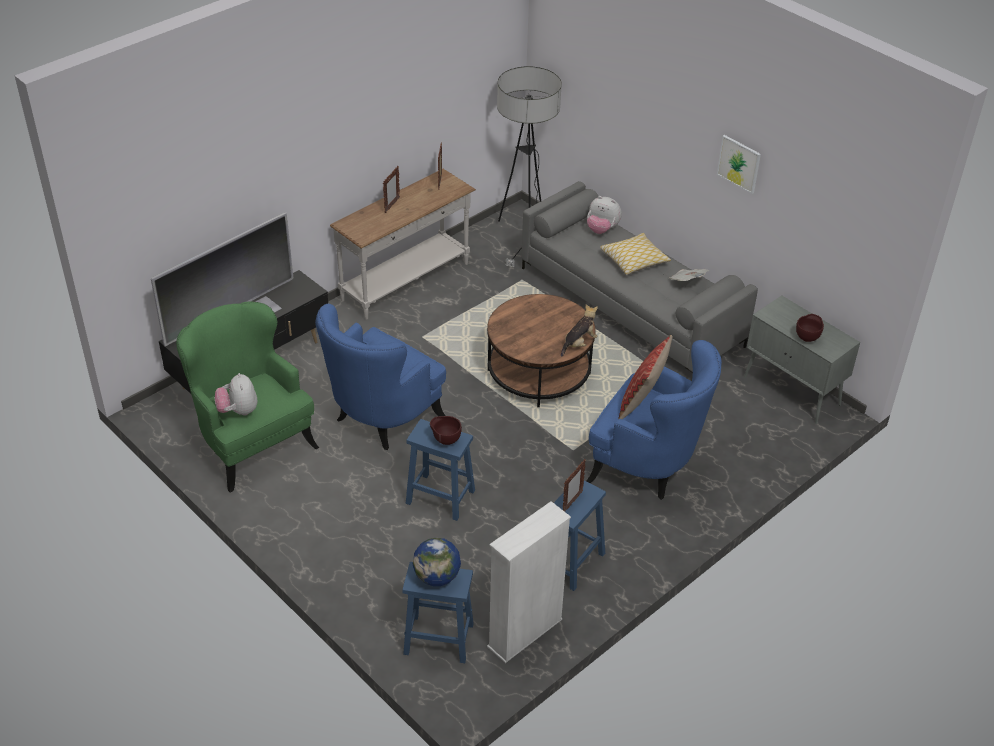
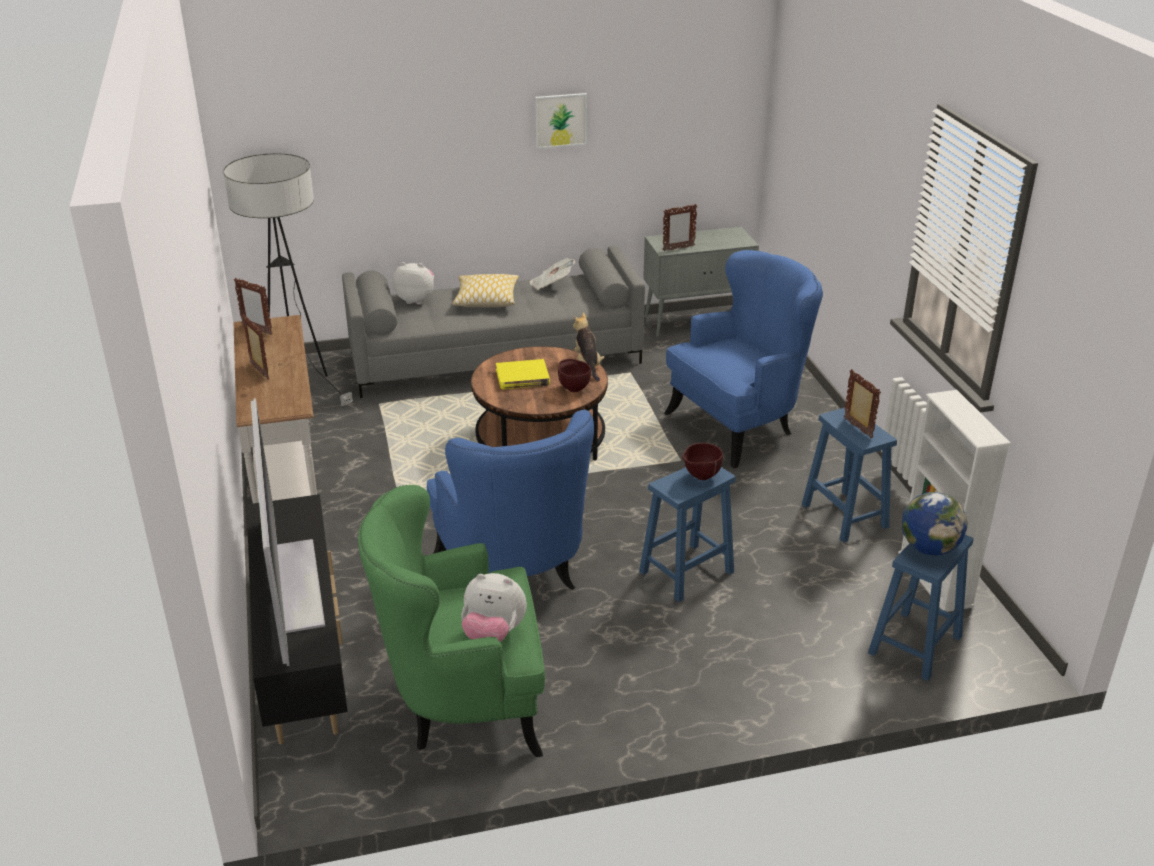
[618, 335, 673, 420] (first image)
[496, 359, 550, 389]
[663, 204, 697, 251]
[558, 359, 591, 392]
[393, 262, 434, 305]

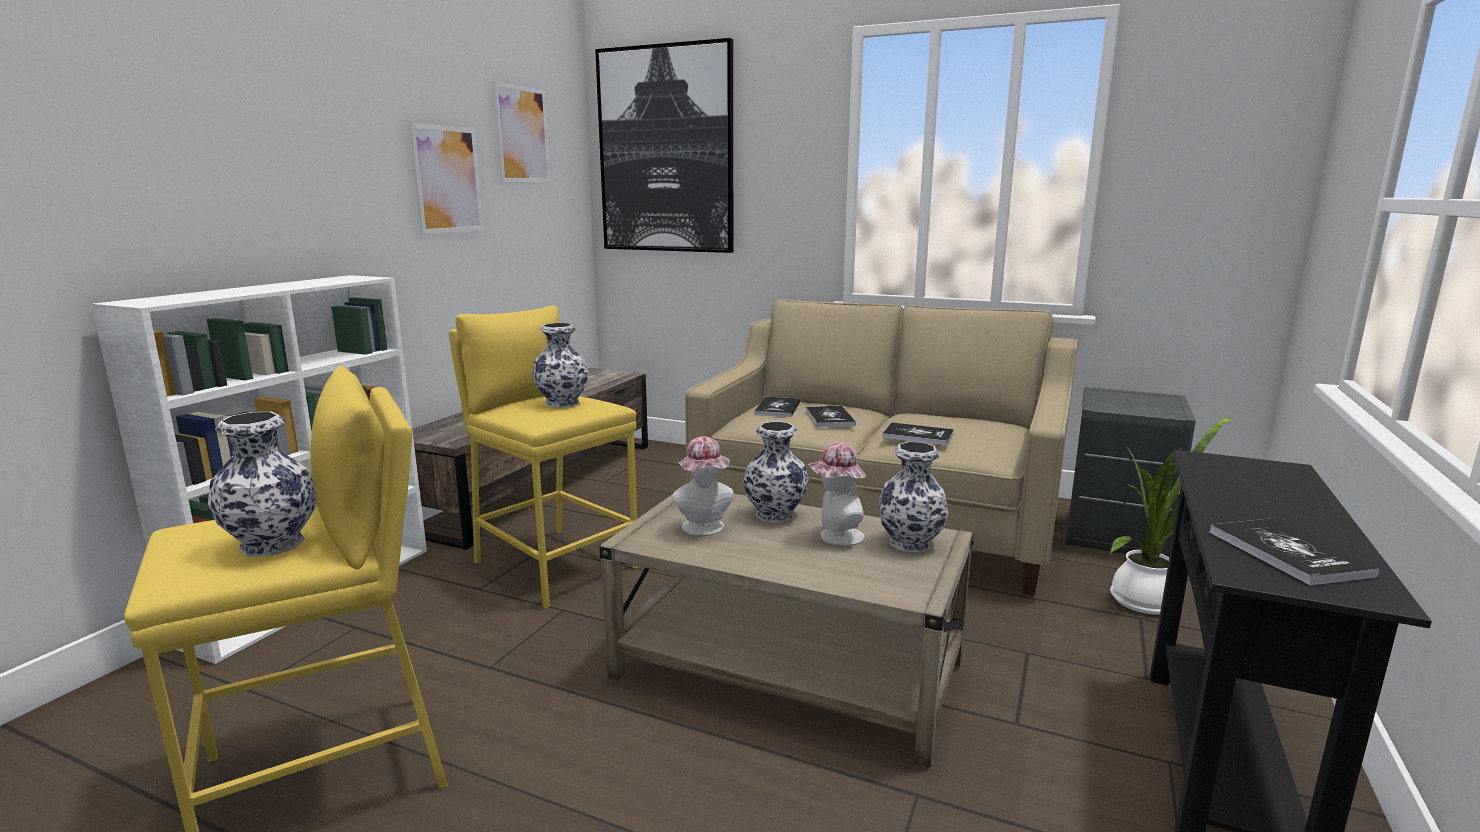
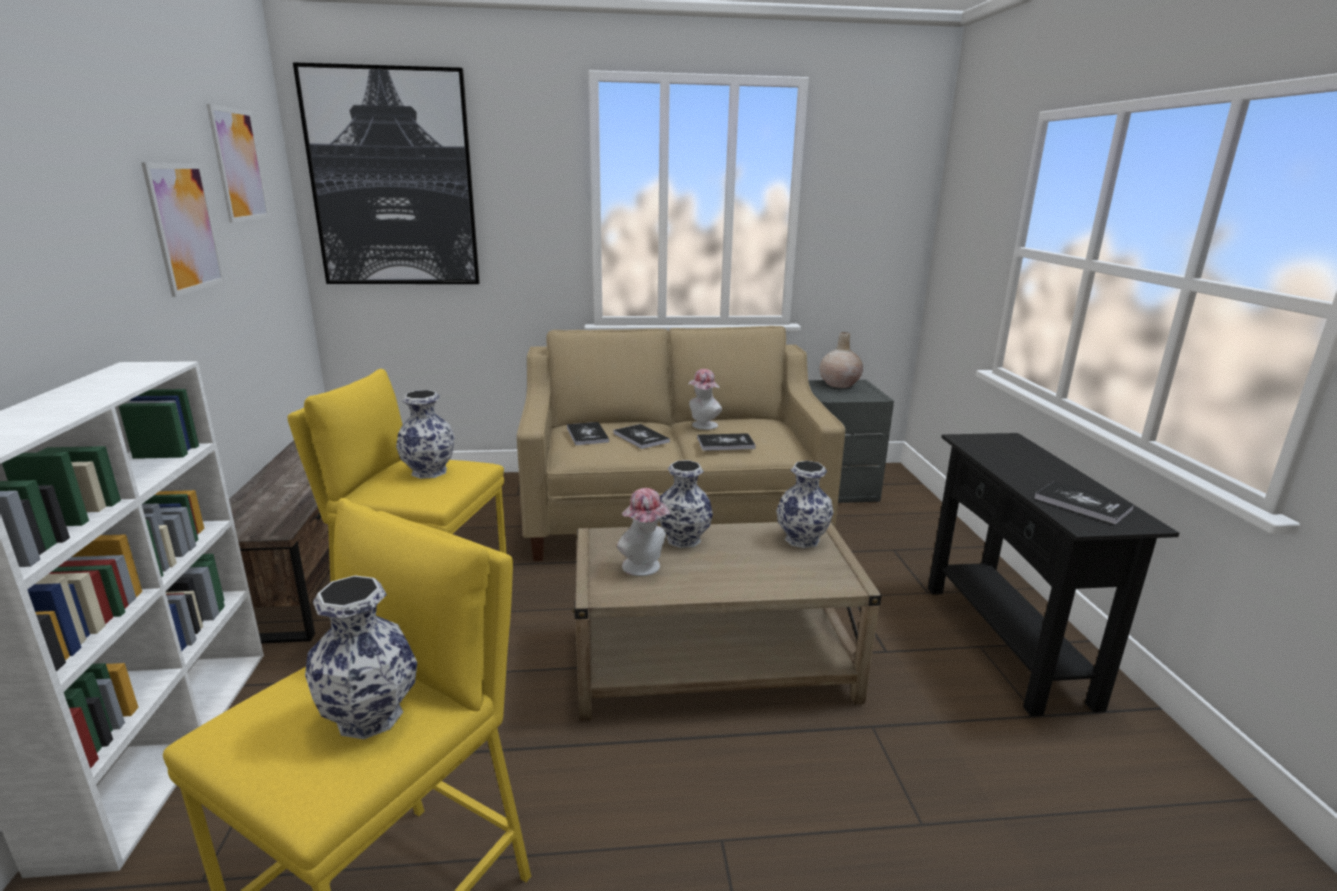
[1110, 417, 1233, 614] (first image)
[819, 332, 863, 388]
[688, 369, 722, 430]

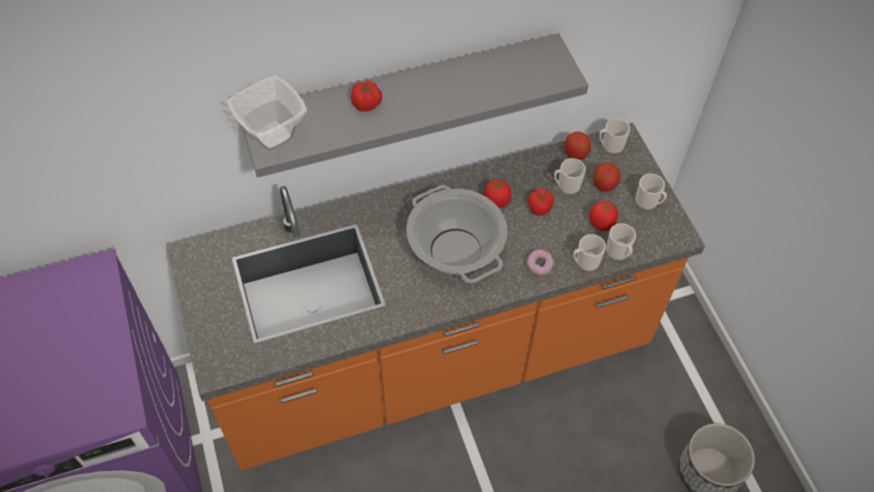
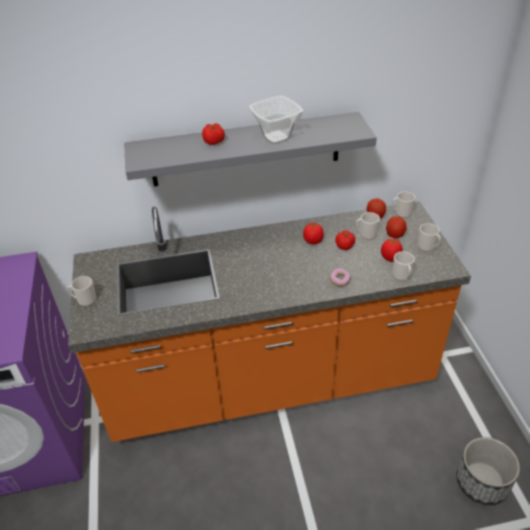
[407, 185, 507, 283] (first image)
[248, 96, 304, 144]
[67, 276, 96, 306]

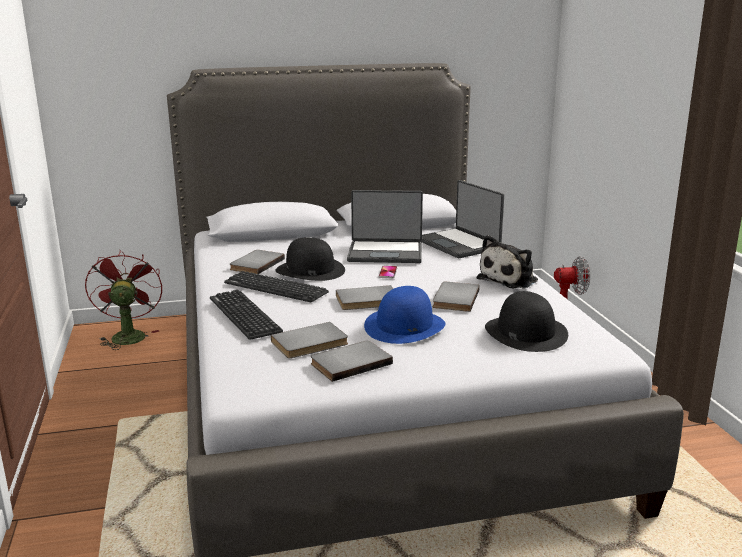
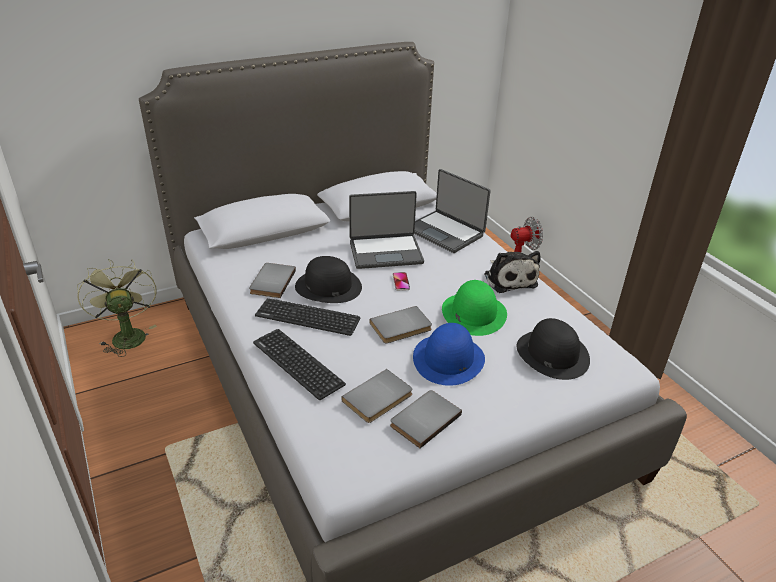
[442, 280, 507, 336]
[77, 259, 157, 357]
[484, 251, 541, 293]

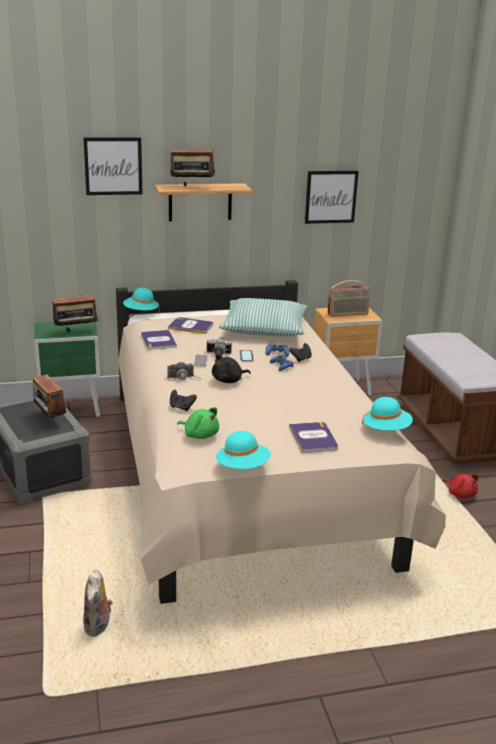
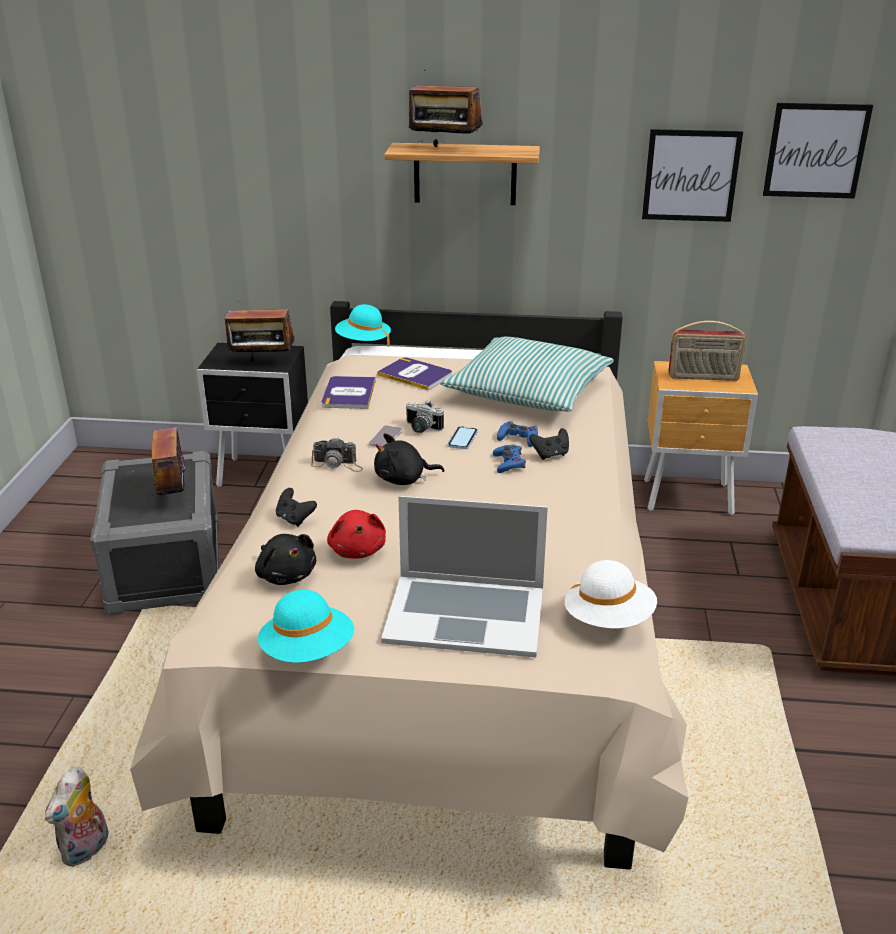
[763, 103, 873, 198]
[327, 510, 386, 559]
[381, 496, 548, 657]
[197, 343, 308, 487]
[255, 534, 316, 585]
[565, 560, 657, 629]

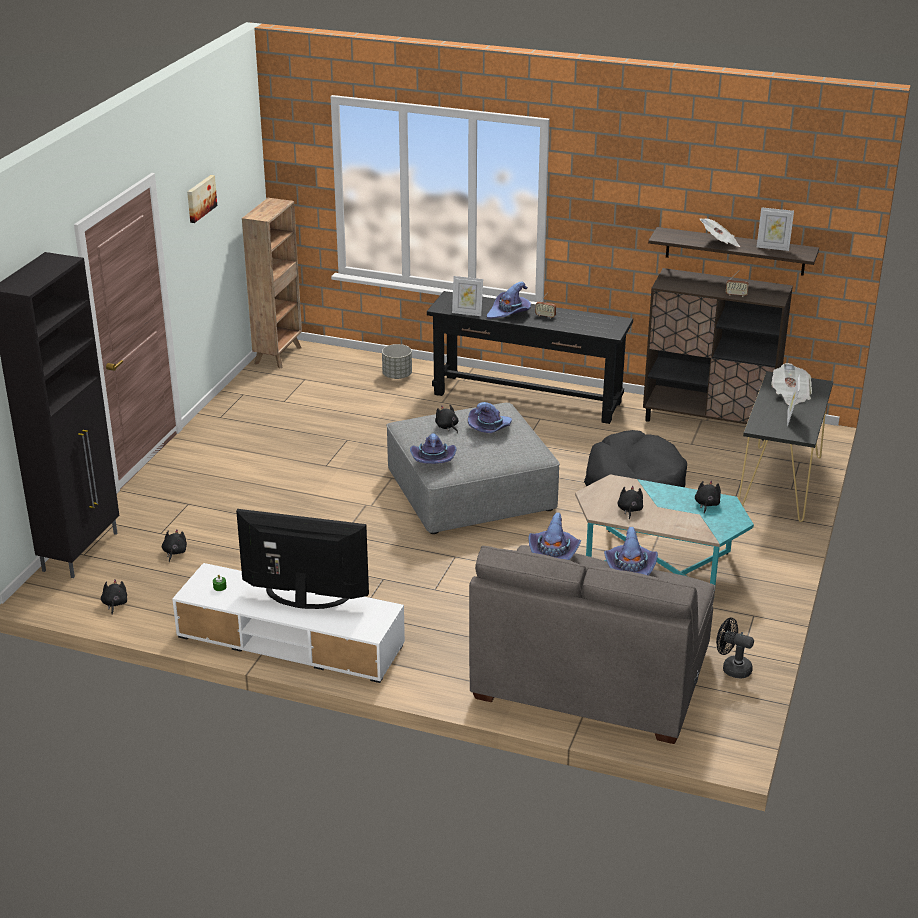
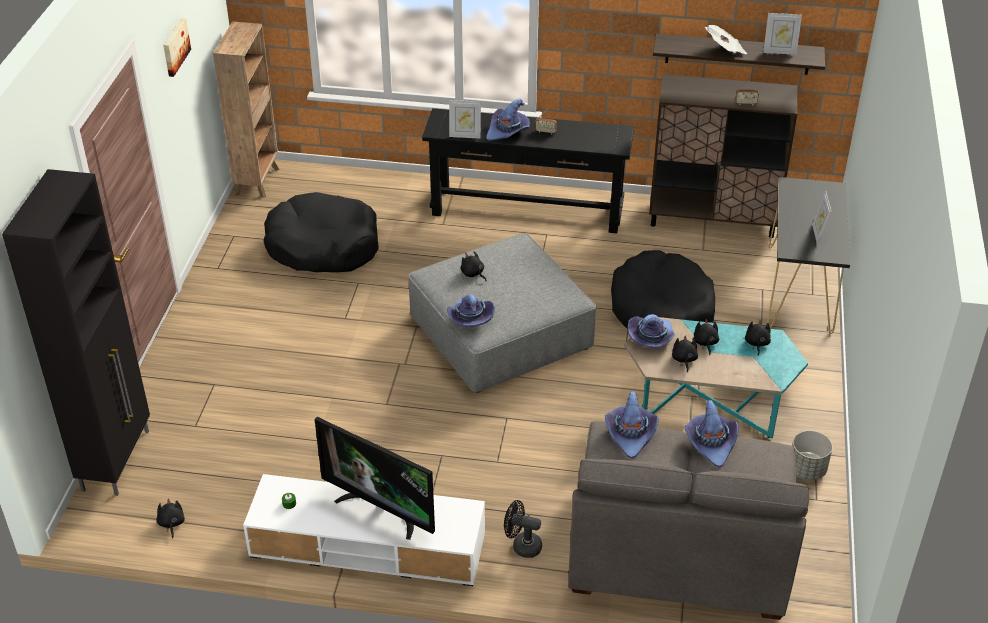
[771, 363, 812, 405] (first image)
[264, 192, 378, 272]
[694, 319, 719, 355]
[792, 431, 833, 480]
[628, 314, 675, 348]
[504, 500, 542, 558]
[315, 417, 435, 540]

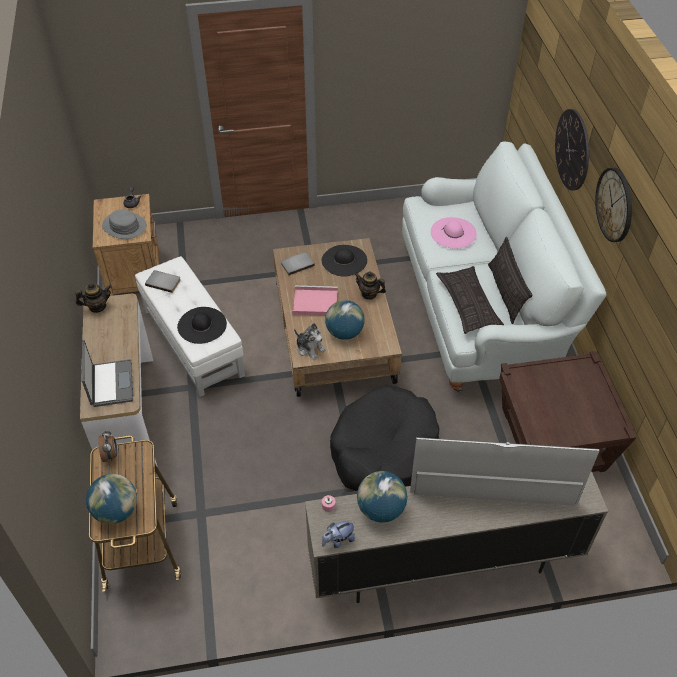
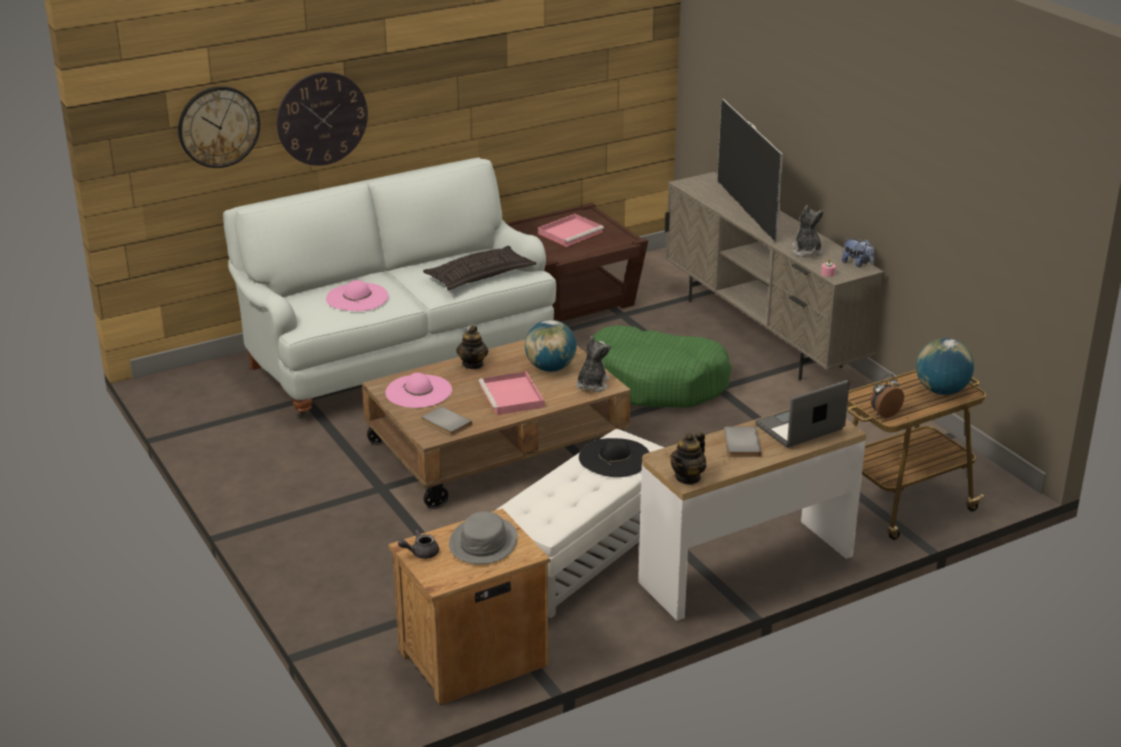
[488, 237, 533, 324] (first image)
[538, 214, 604, 247]
[724, 426, 761, 457]
[178, 86, 260, 168]
[792, 205, 824, 257]
[386, 373, 452, 408]
[593, 325, 732, 408]
[670, 432, 706, 485]

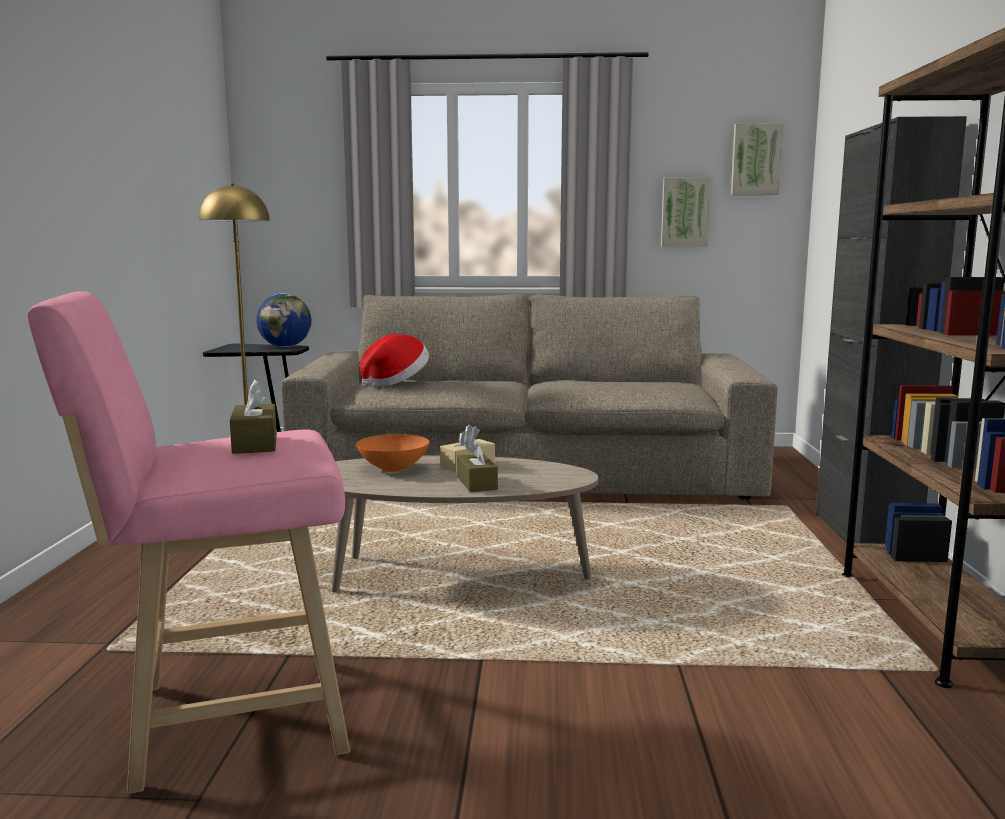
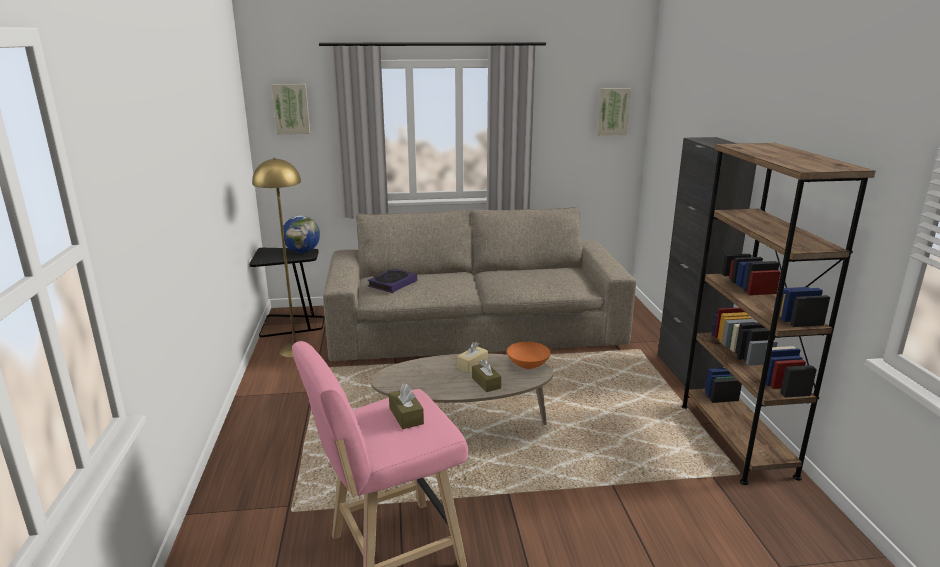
[507, 342, 551, 369]
[271, 84, 310, 134]
[368, 269, 417, 293]

